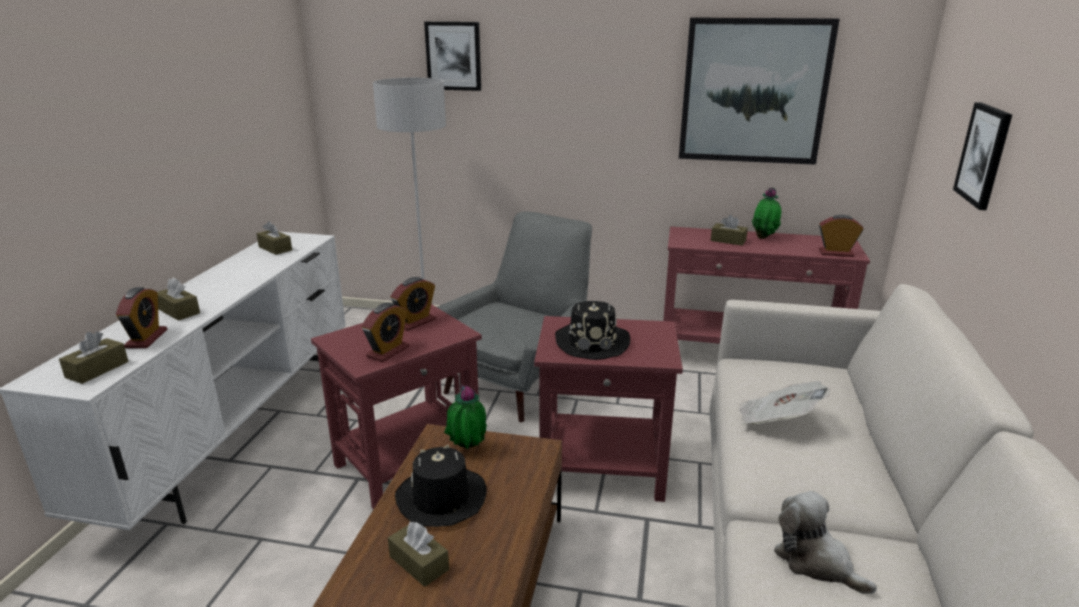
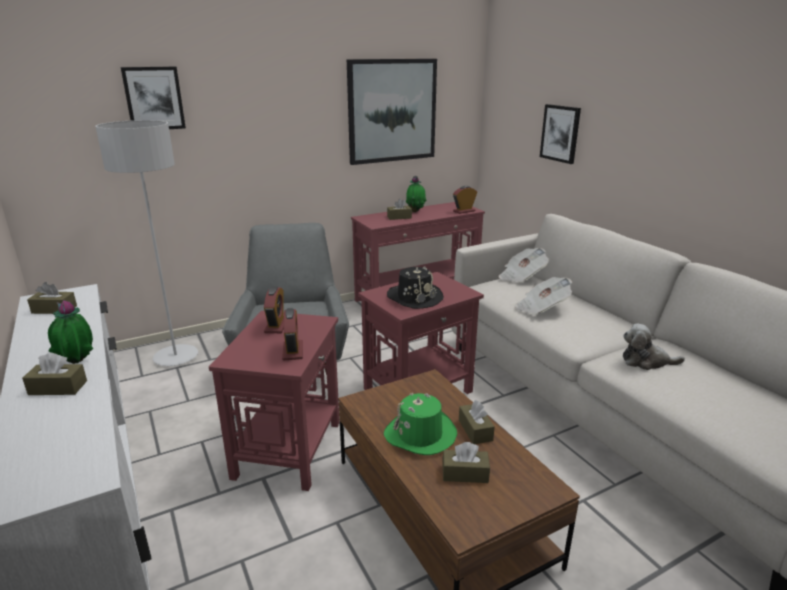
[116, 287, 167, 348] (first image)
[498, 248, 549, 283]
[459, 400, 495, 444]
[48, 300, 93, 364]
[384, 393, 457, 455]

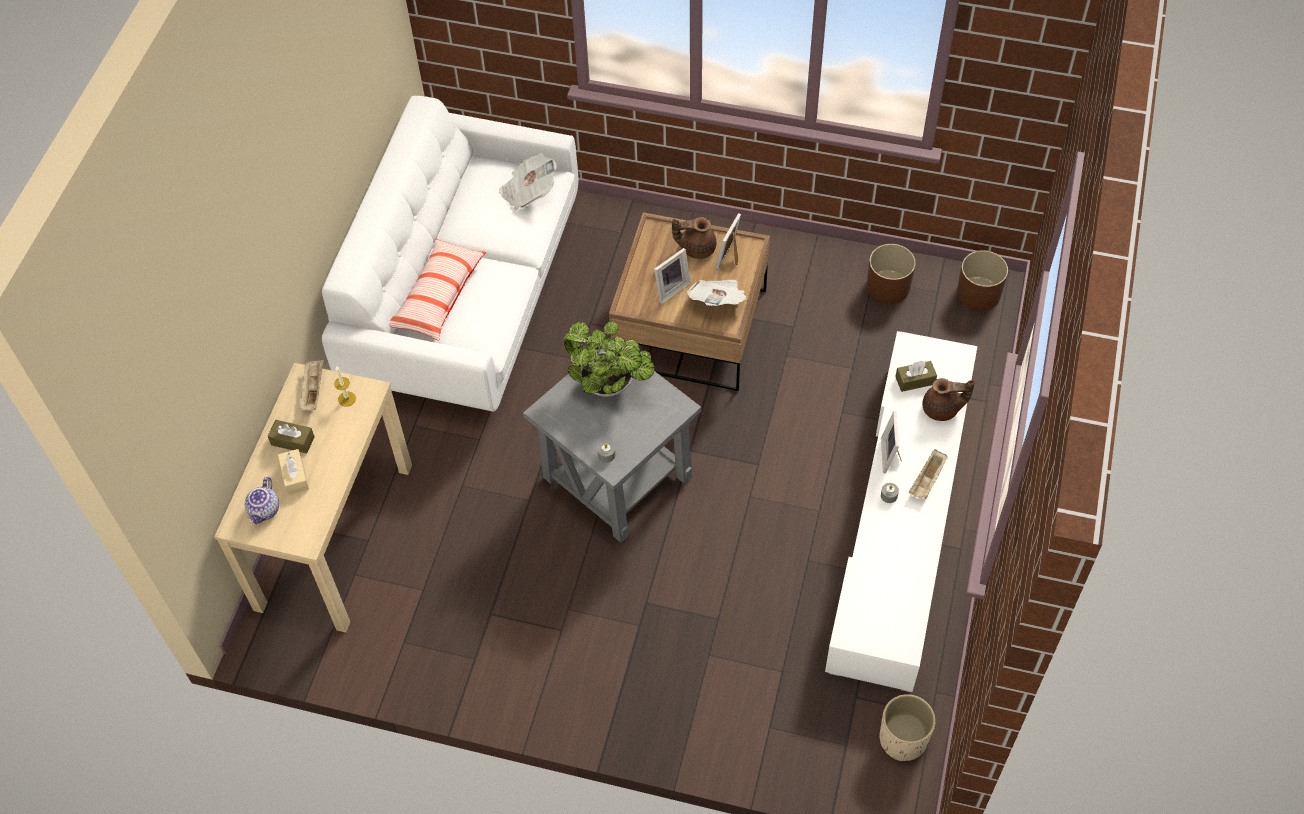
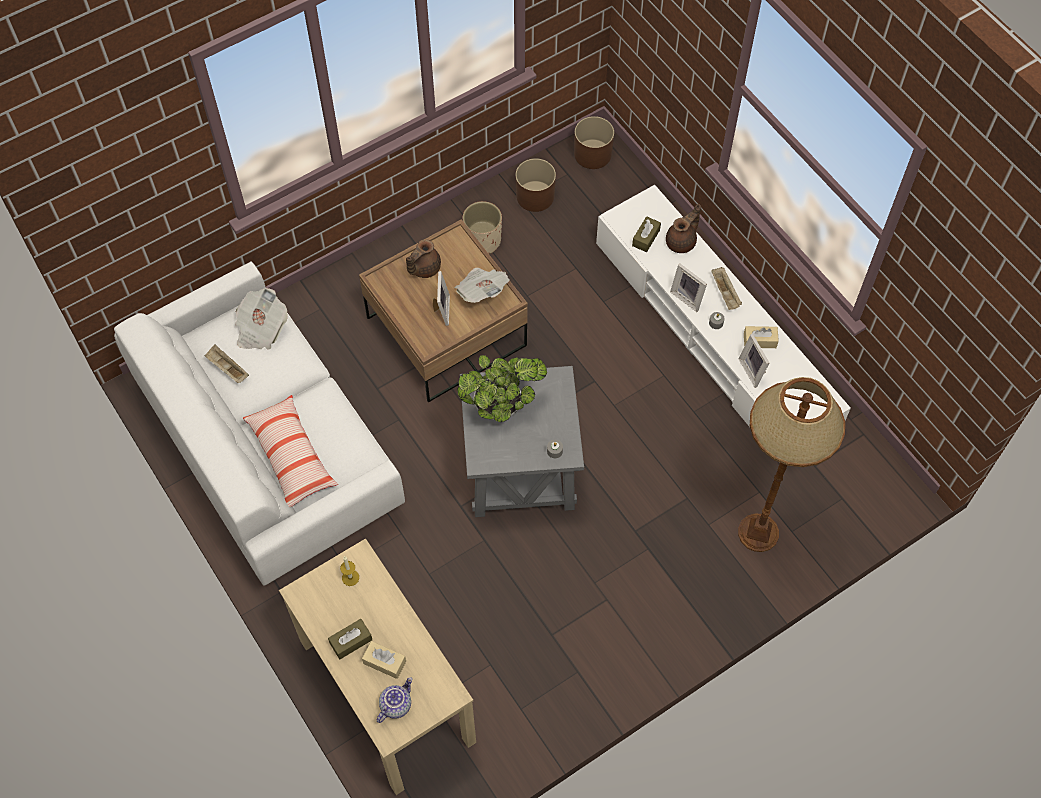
[738, 377, 845, 552]
[744, 326, 779, 348]
[205, 344, 249, 383]
[739, 334, 769, 388]
[463, 201, 502, 254]
[377, 677, 413, 723]

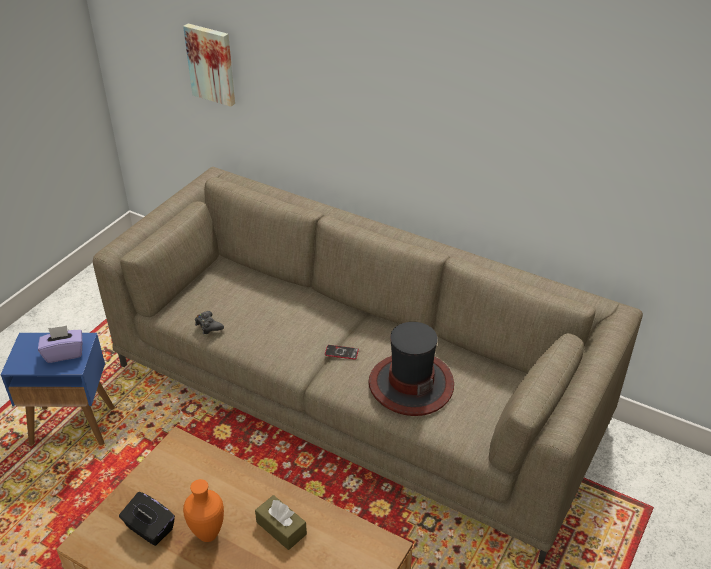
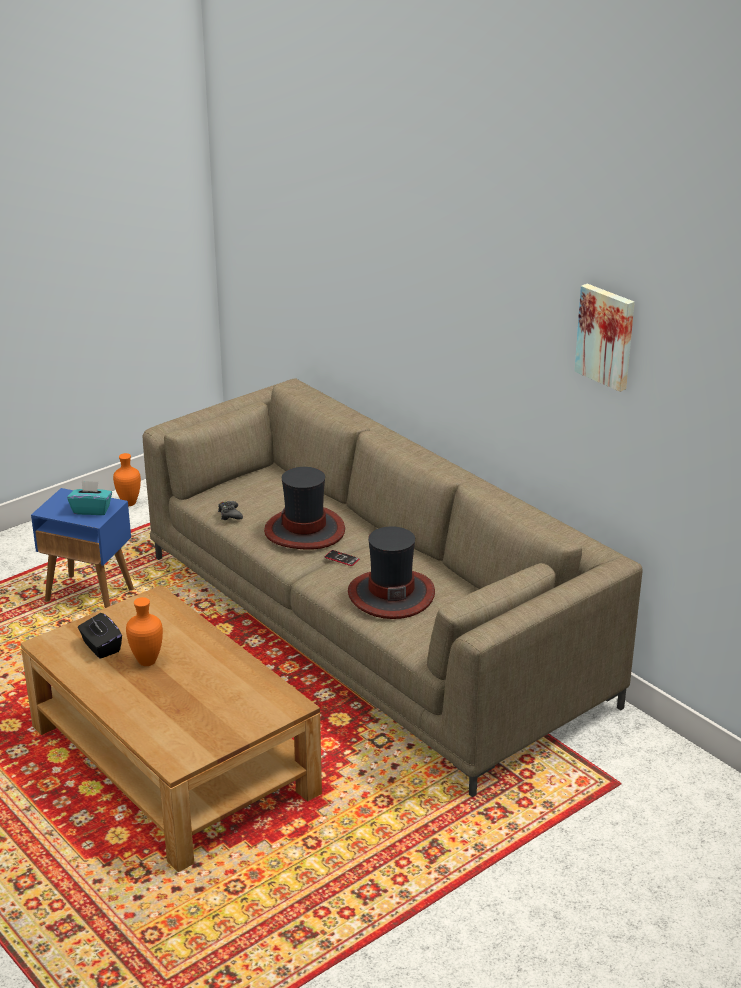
[255, 495, 307, 550] (first image)
[113, 453, 141, 506]
[264, 467, 345, 550]
[574, 284, 635, 392]
[67, 481, 112, 515]

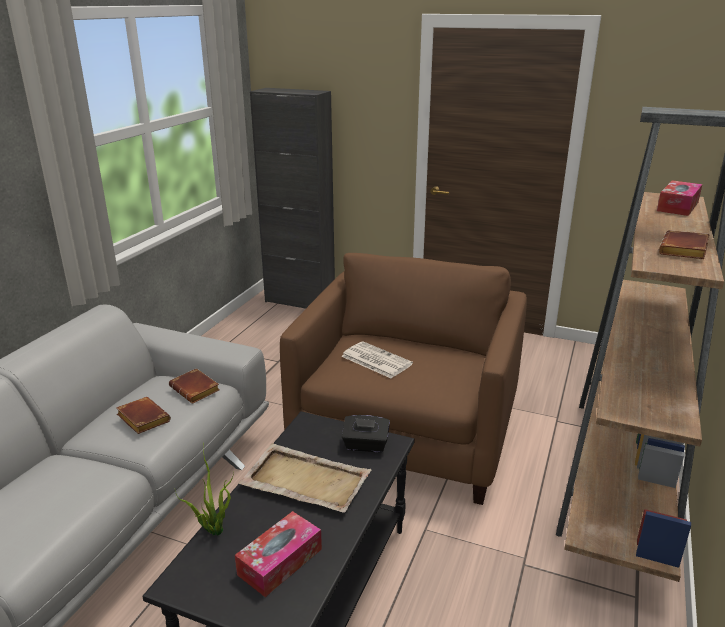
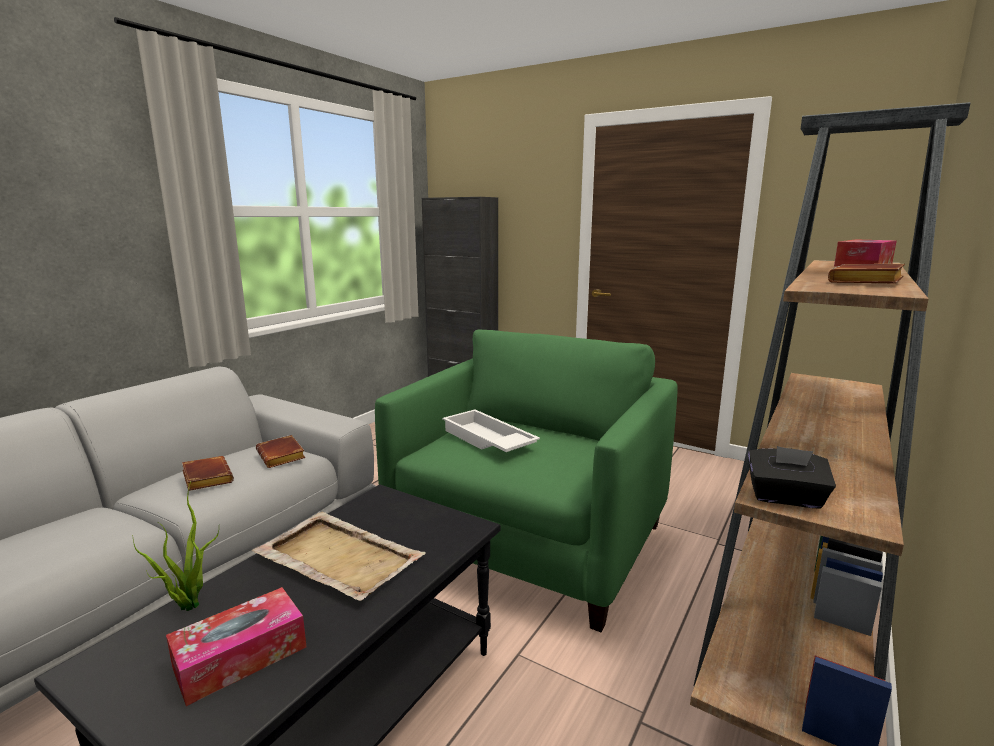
[748, 446, 836, 509]
[442, 409, 540, 452]
[375, 330, 677, 633]

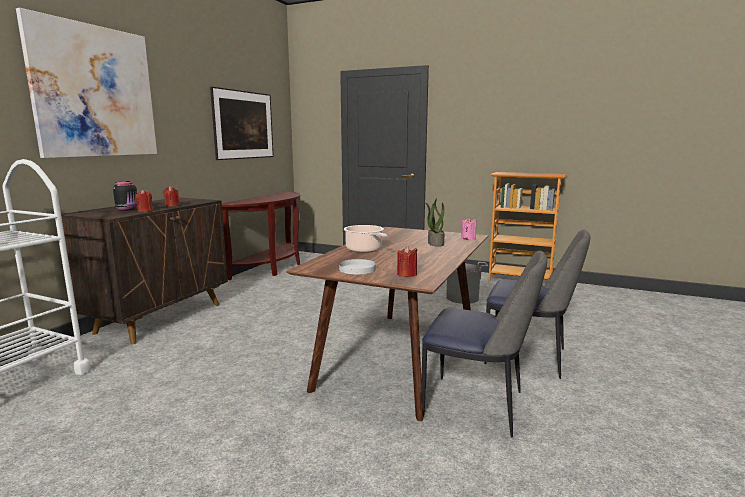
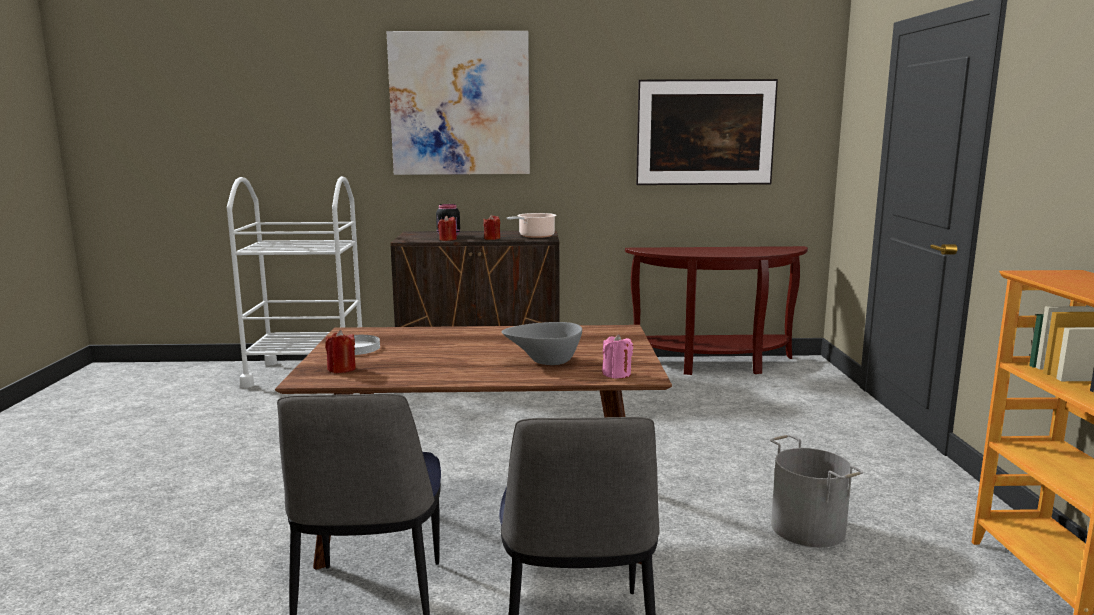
[507, 213, 556, 238]
[501, 322, 582, 365]

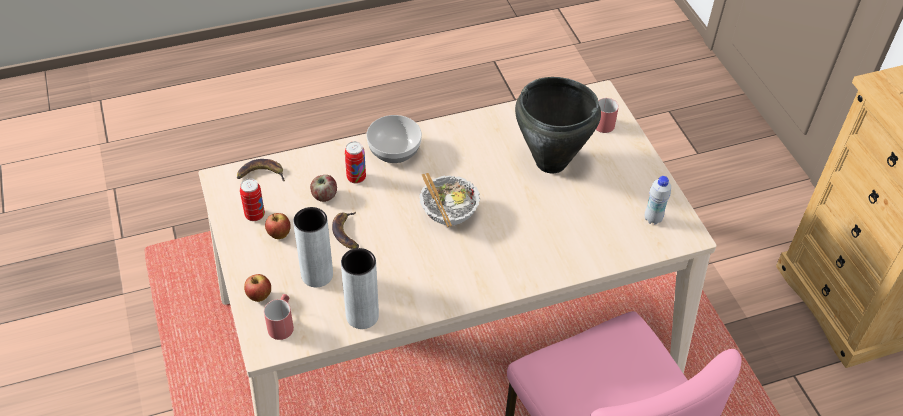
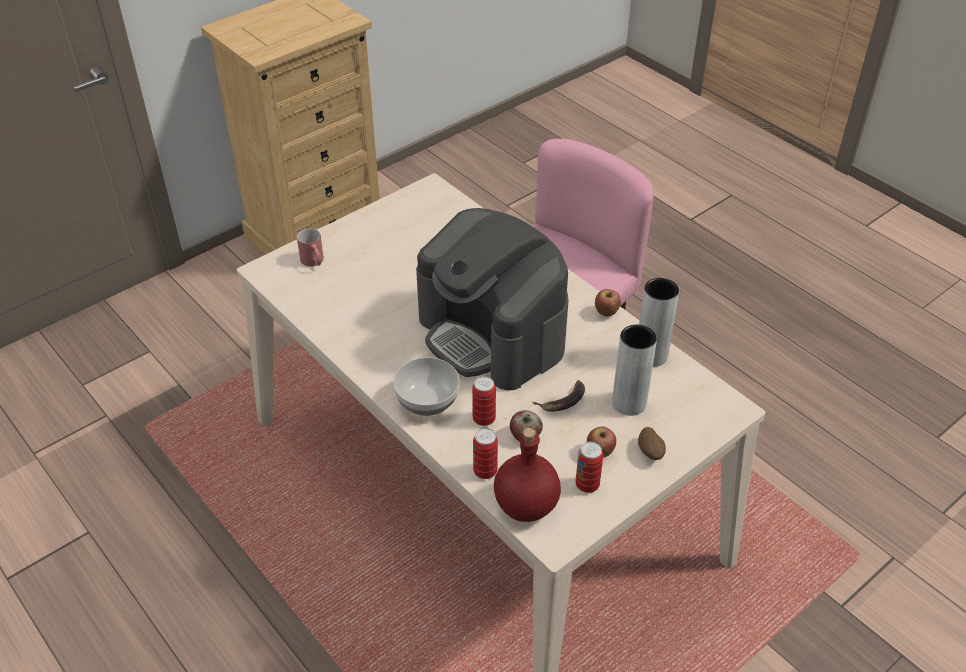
[264, 294, 294, 340] (first image)
[515, 77, 601, 173] (first image)
[645, 176, 671, 225] (first image)
[473, 428, 498, 479]
[638, 427, 666, 460]
[595, 289, 621, 317]
[494, 428, 561, 522]
[416, 208, 569, 391]

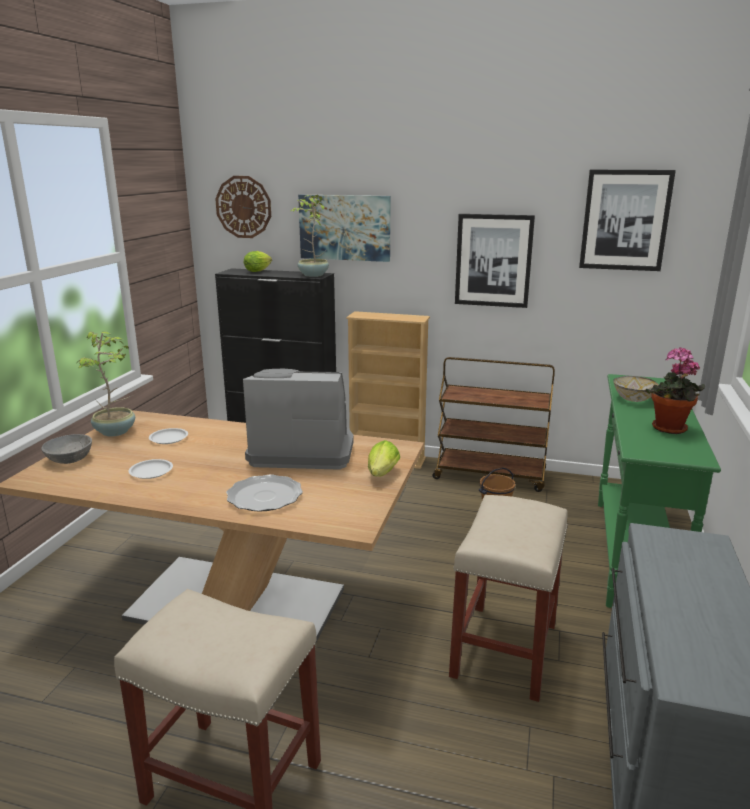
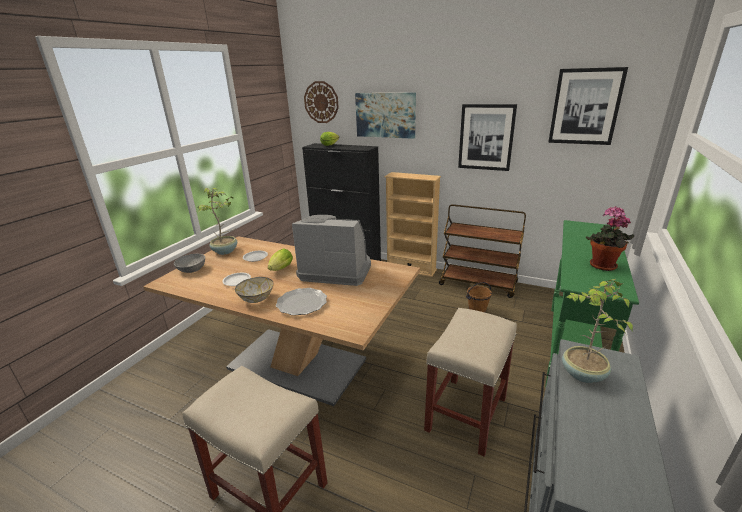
[562, 279, 633, 383]
[268, 248, 293, 271]
[235, 277, 274, 303]

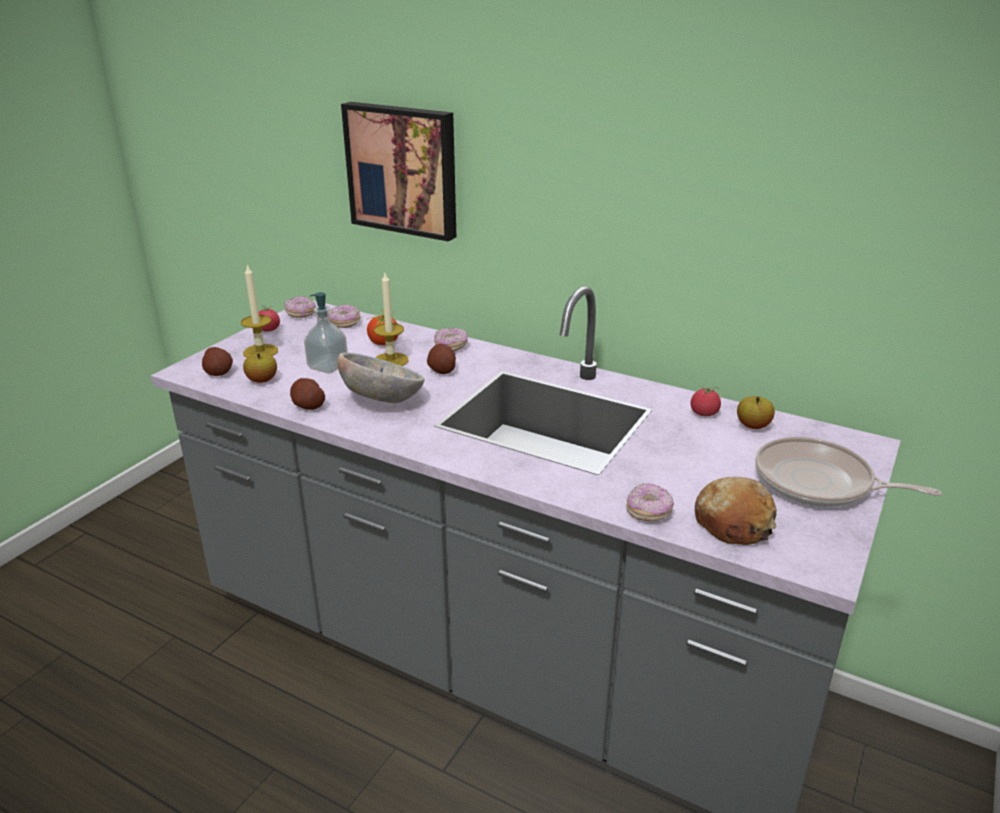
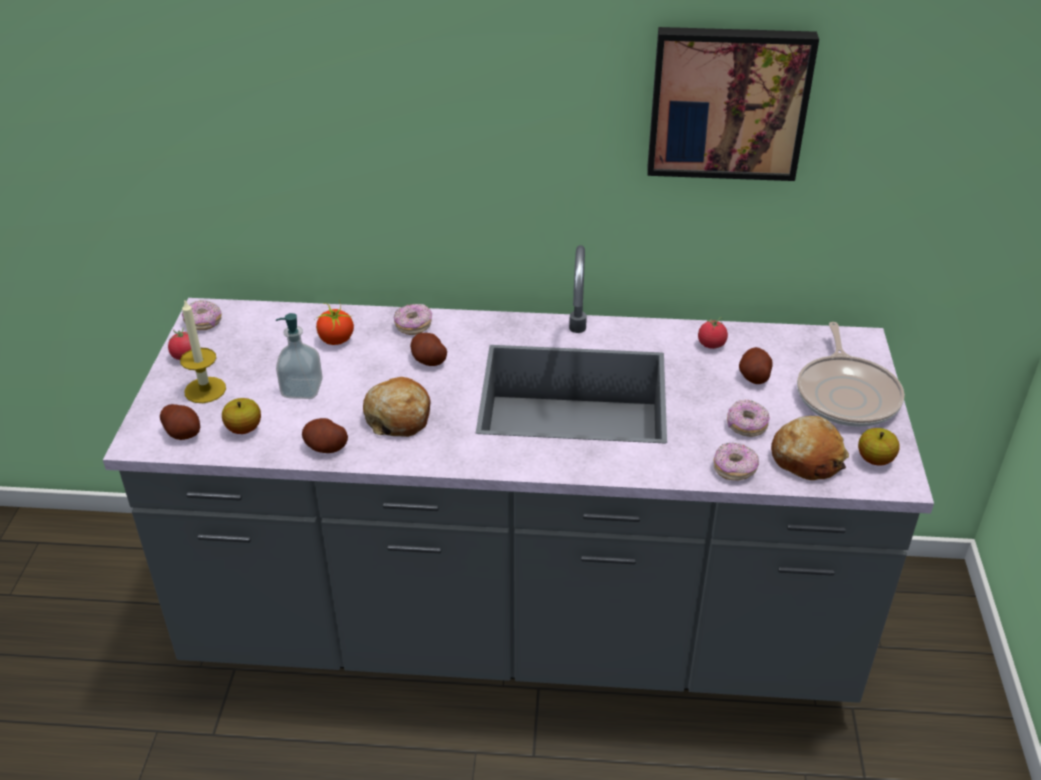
[374, 273, 408, 366] (first image)
[739, 347, 773, 384]
[727, 399, 770, 437]
[647, 27, 819, 181]
[858, 428, 899, 465]
[363, 377, 430, 437]
[797, 322, 905, 427]

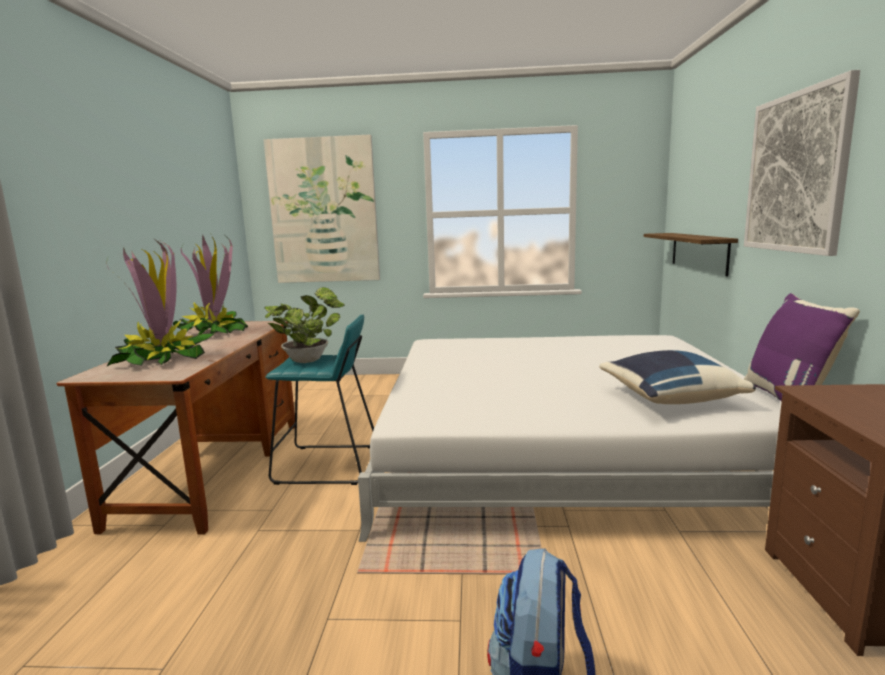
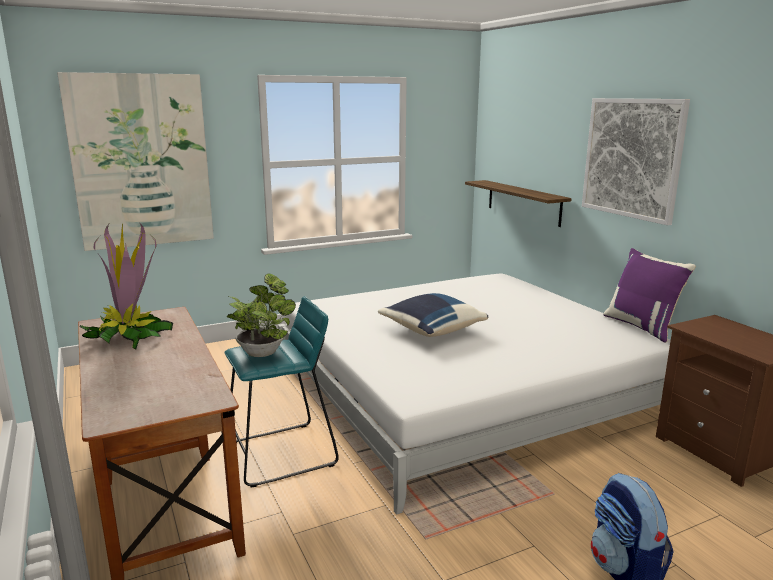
[106, 238, 215, 367] (first image)
[378, 293, 489, 337]

